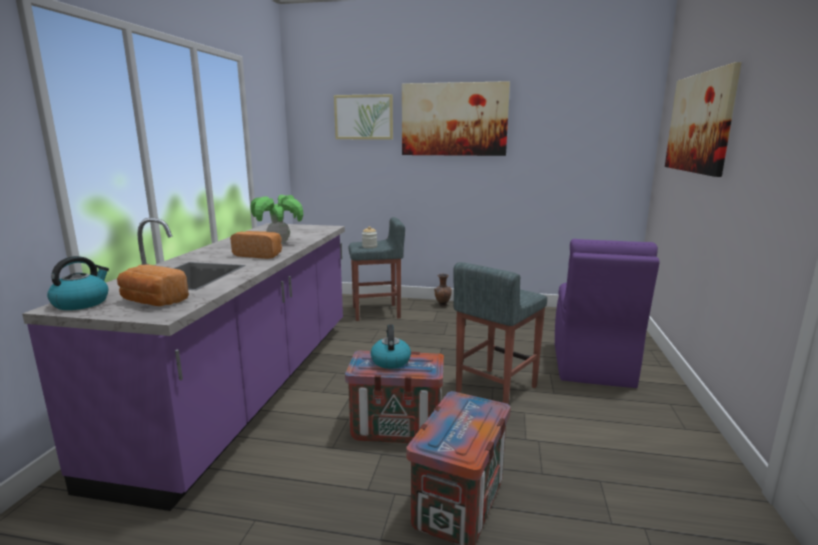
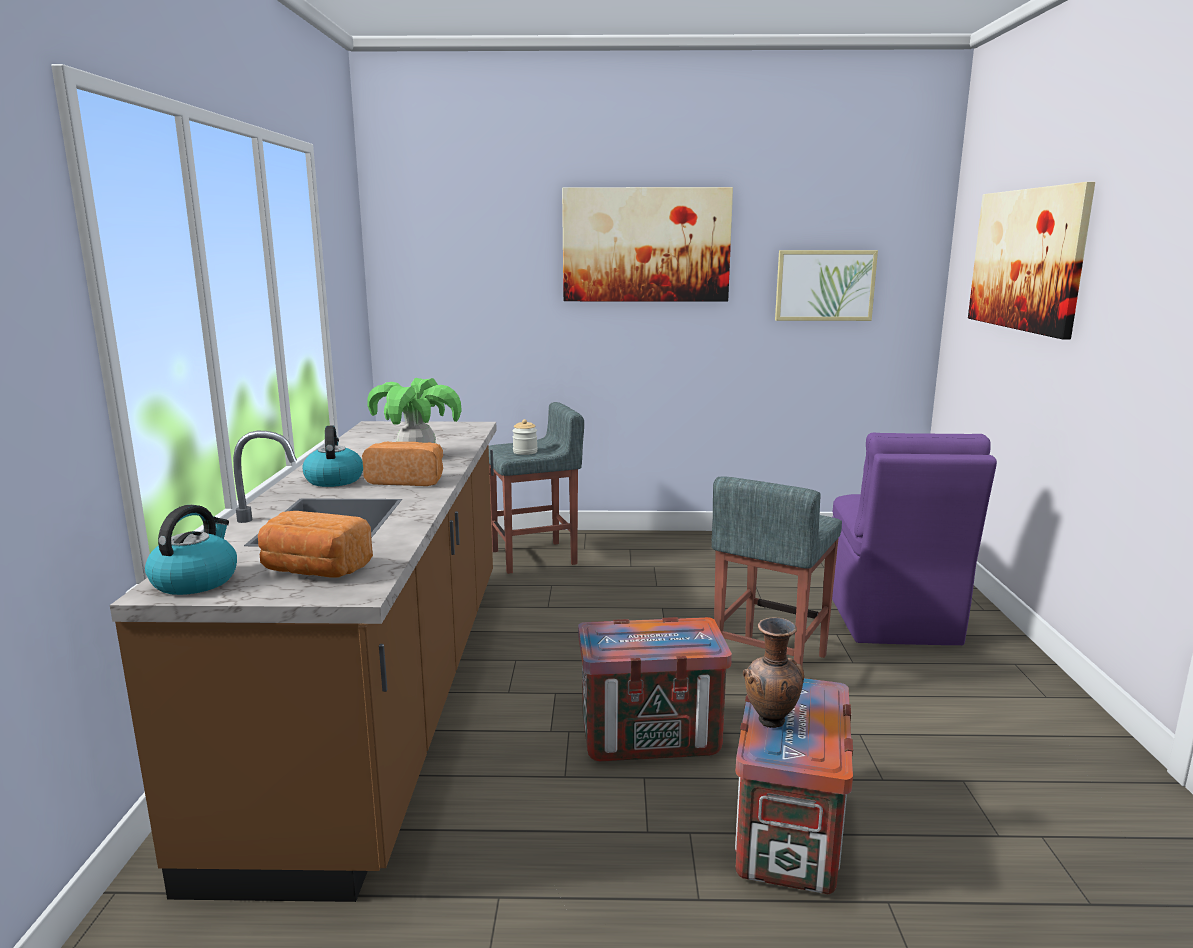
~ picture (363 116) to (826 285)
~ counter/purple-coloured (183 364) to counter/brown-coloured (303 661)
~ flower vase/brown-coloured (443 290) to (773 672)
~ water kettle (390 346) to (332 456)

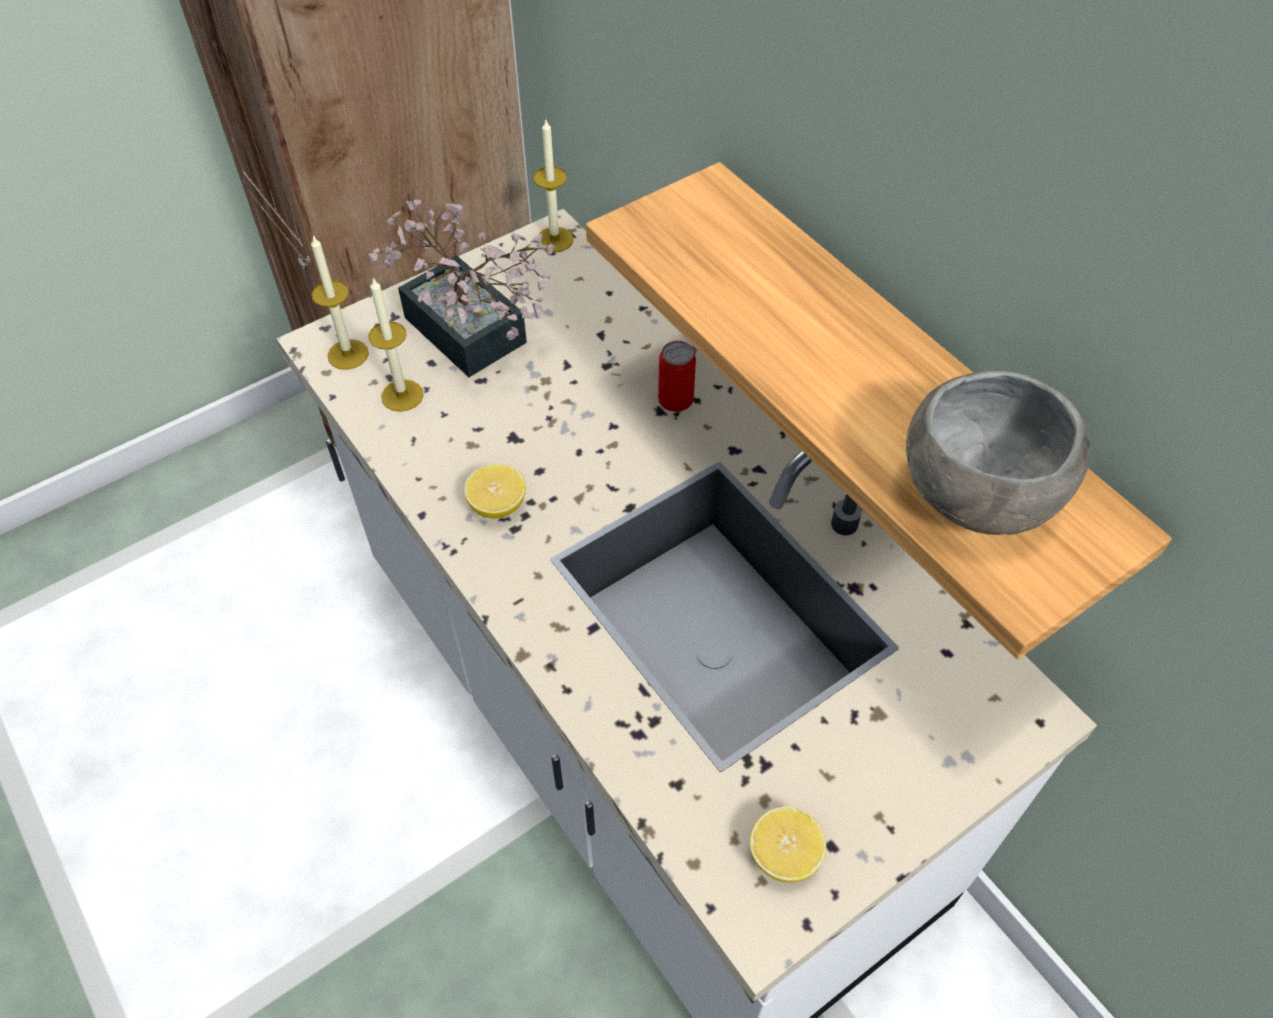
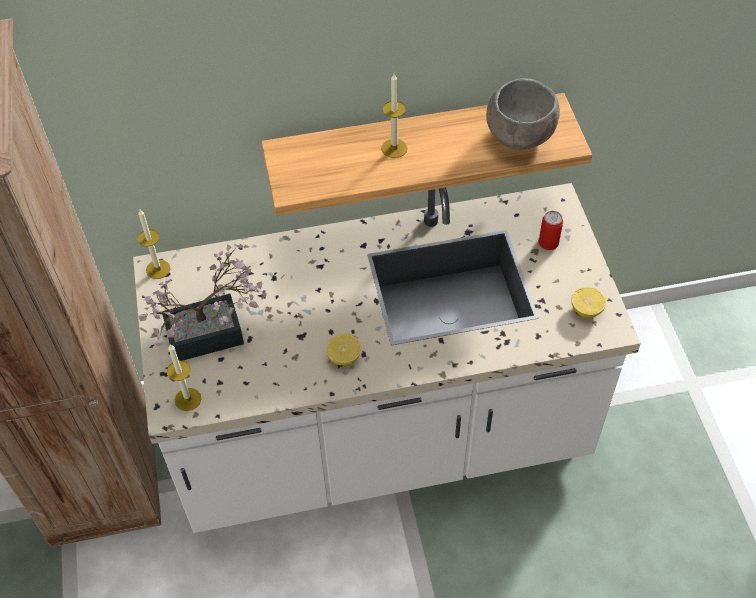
~ wax candle (396 345) to (394 116)
~ can (677 376) to (551 230)

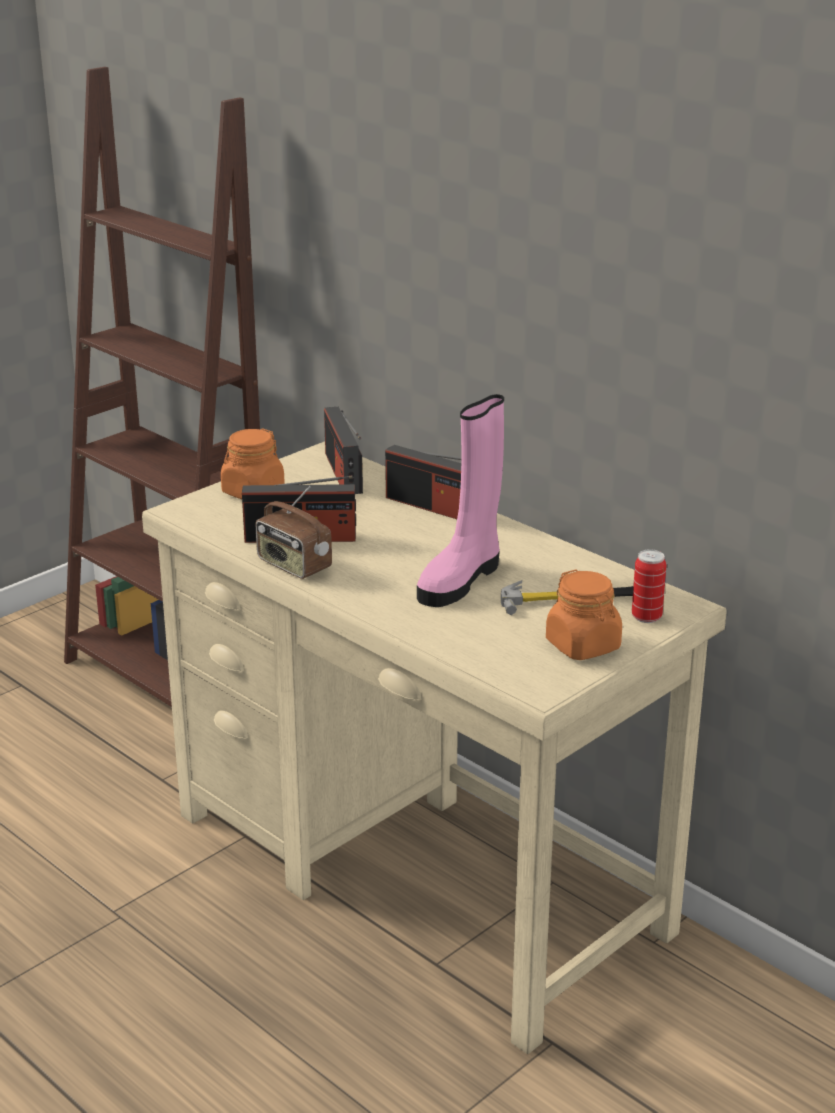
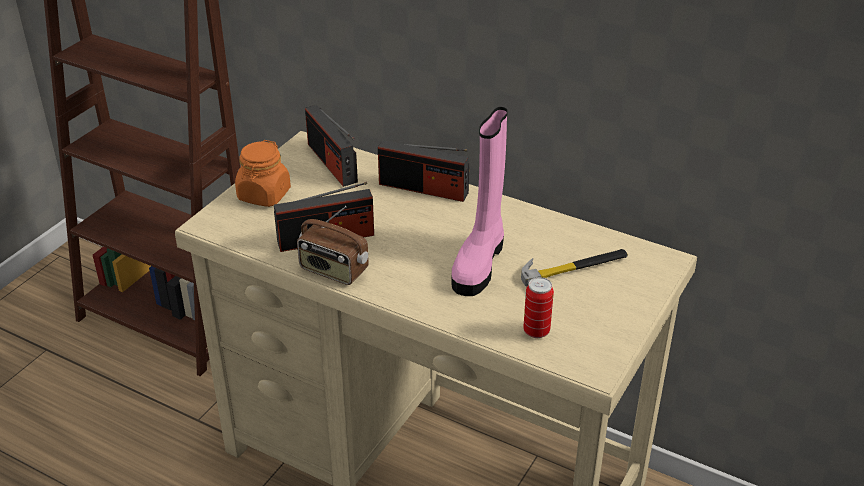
~ can (649 586) to (538 307)
- preserve jar/orangey (584 614)

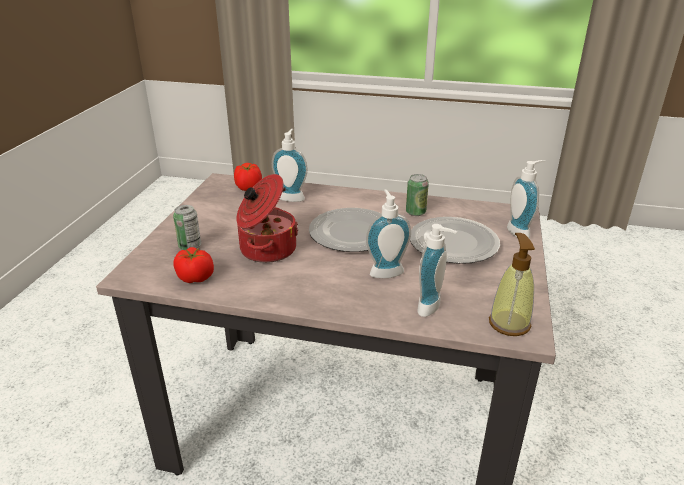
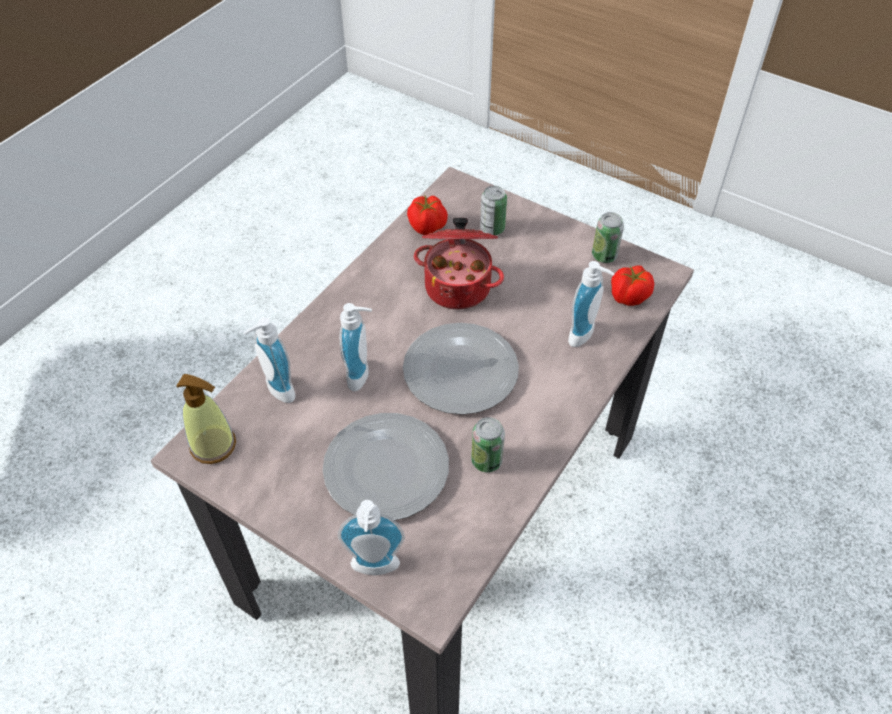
+ can (608 237)

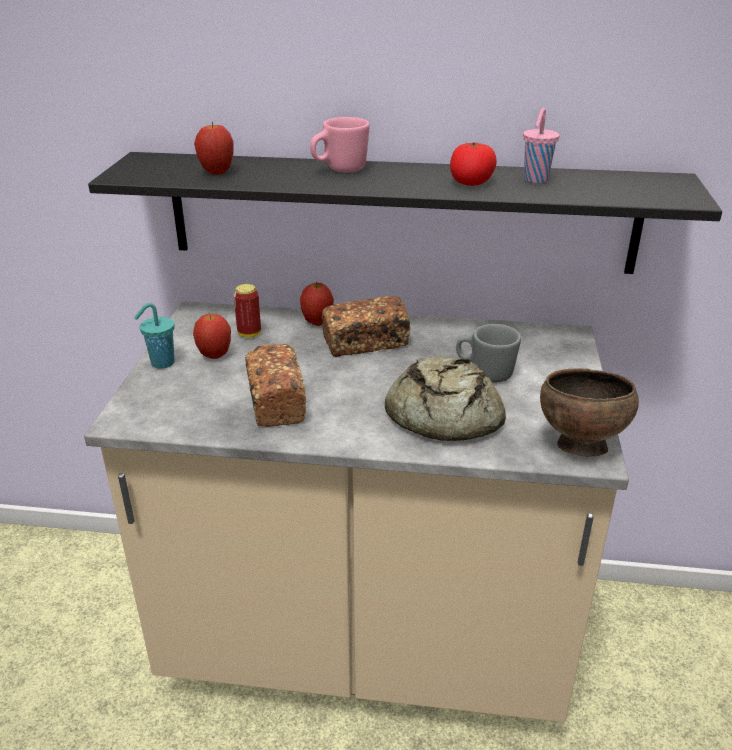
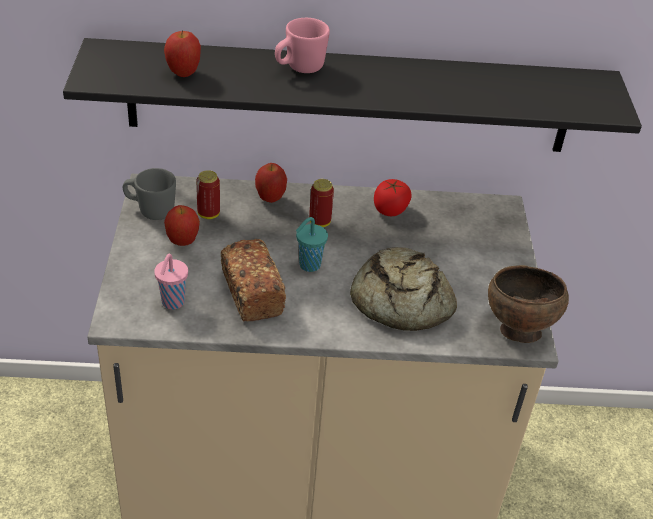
~ drinking cup/pinkish (541 145) to (171 281)
~ tomato (473 164) to (393 197)
~ bakery bread (366 326) to can (321 203)
~ drinking cup/turquoise (154 335) to (312 244)
~ mug/grey (488 353) to (149 194)

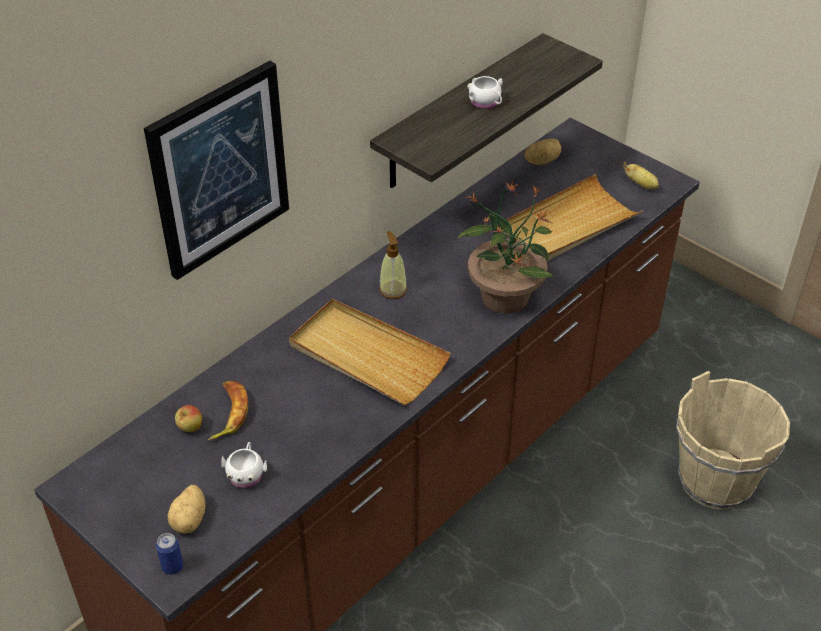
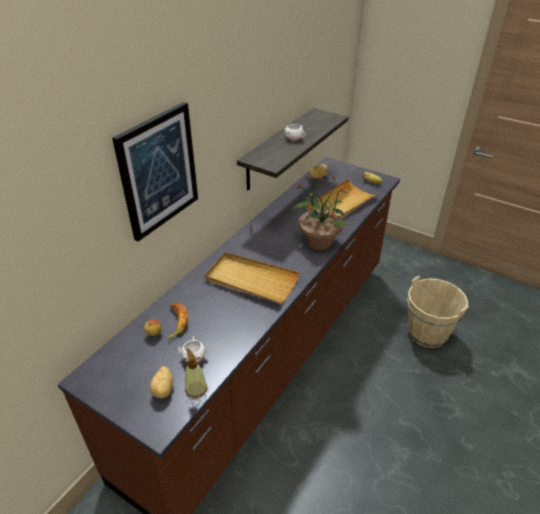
~ soap bottle (393 265) to (196 373)
- can (169 554)

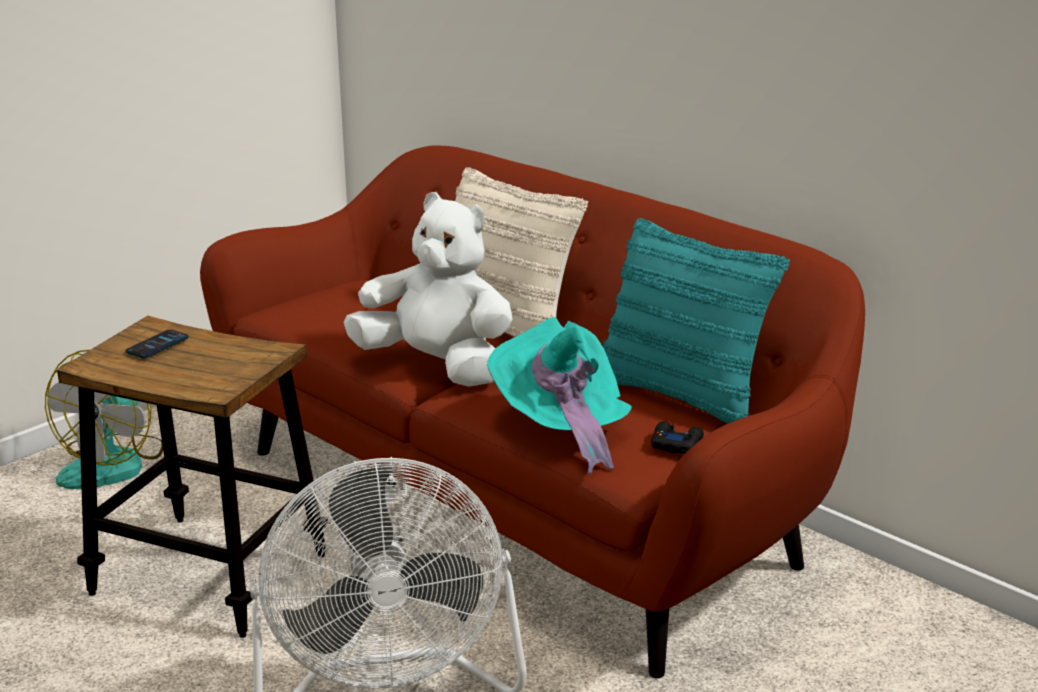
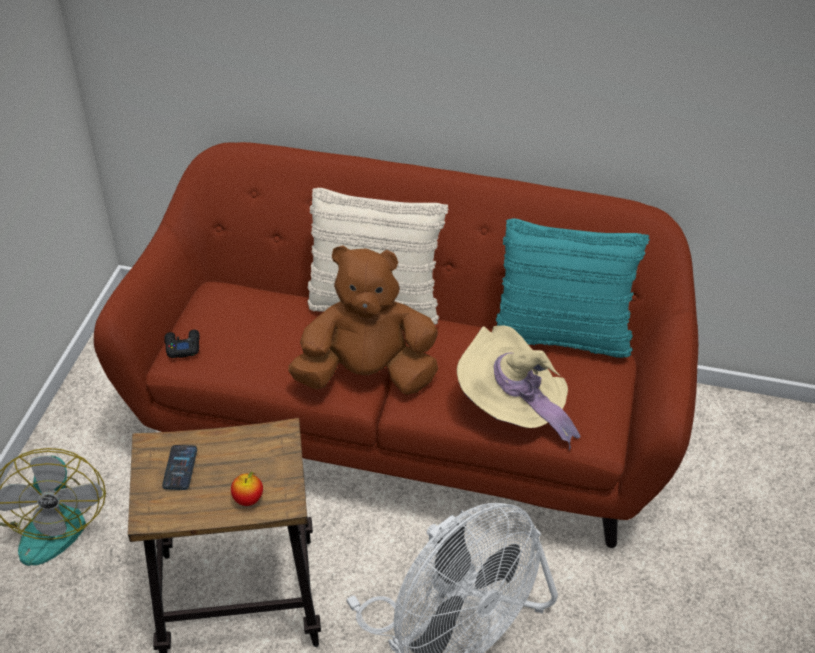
~ cuddly toy/whitish (428 289) to cuddly toy/brown-coloured (363 320)
~ clothing hat/turquoise (559 395) to clothing hat/beige-coloured (519 388)
~ gamepad/blackish (677 437) to (182 344)
+ apple fruit (247 488)

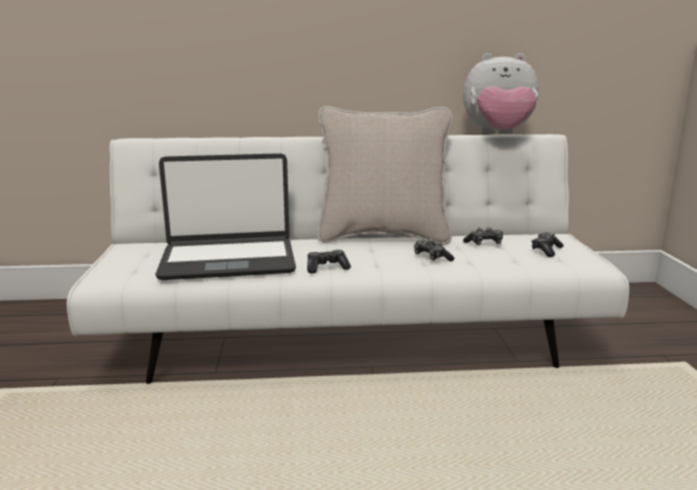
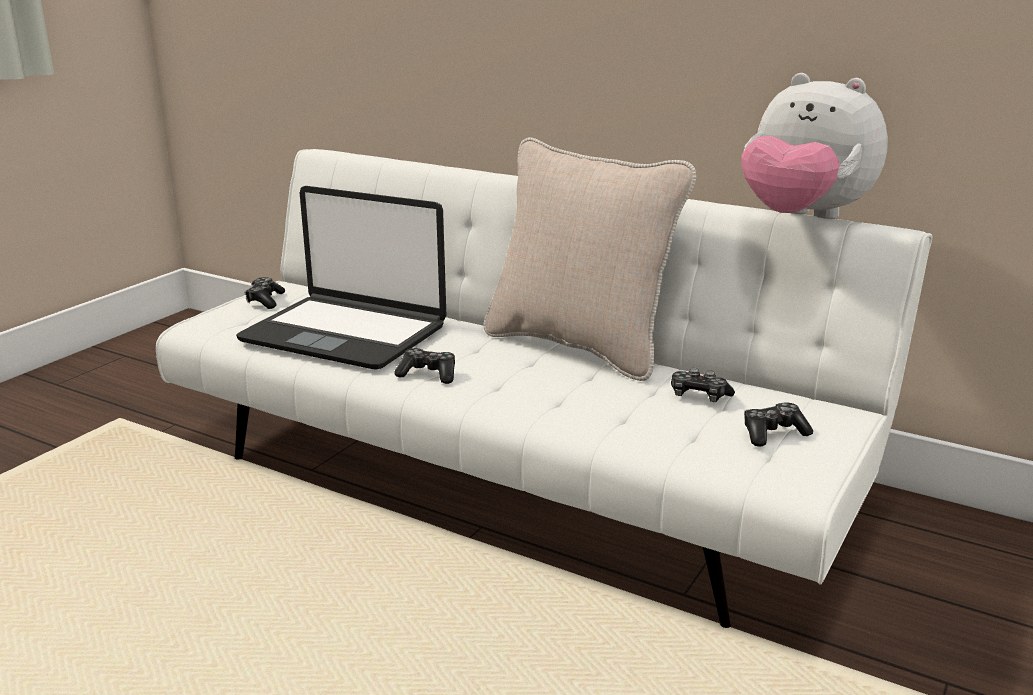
~ gamepad (434 250) to (264 293)

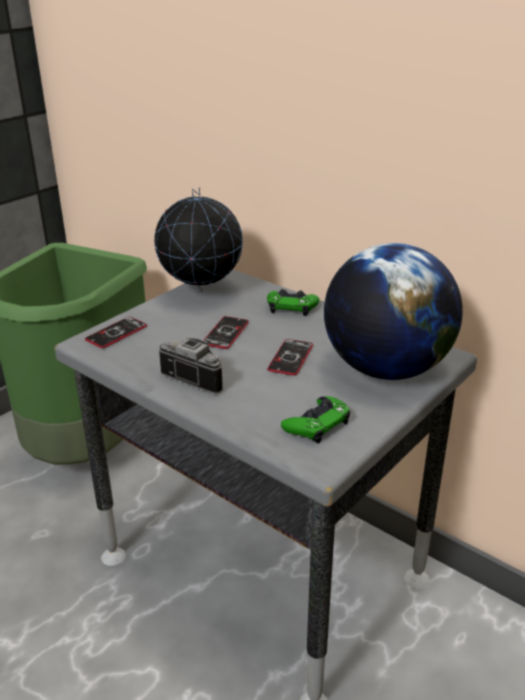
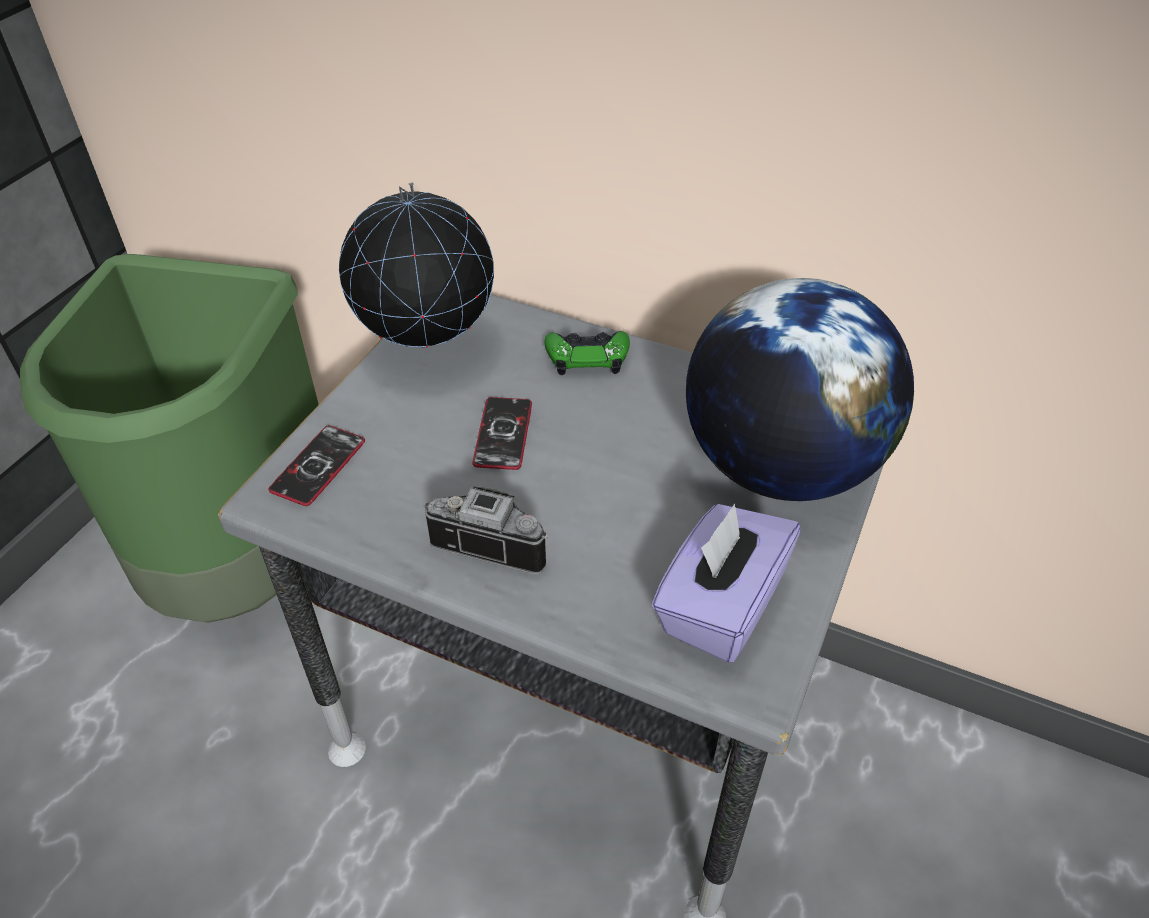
- handset (290 357)
~ gamepad/green-coloured (315 419) to tissue box/purple-coloured (726 583)

